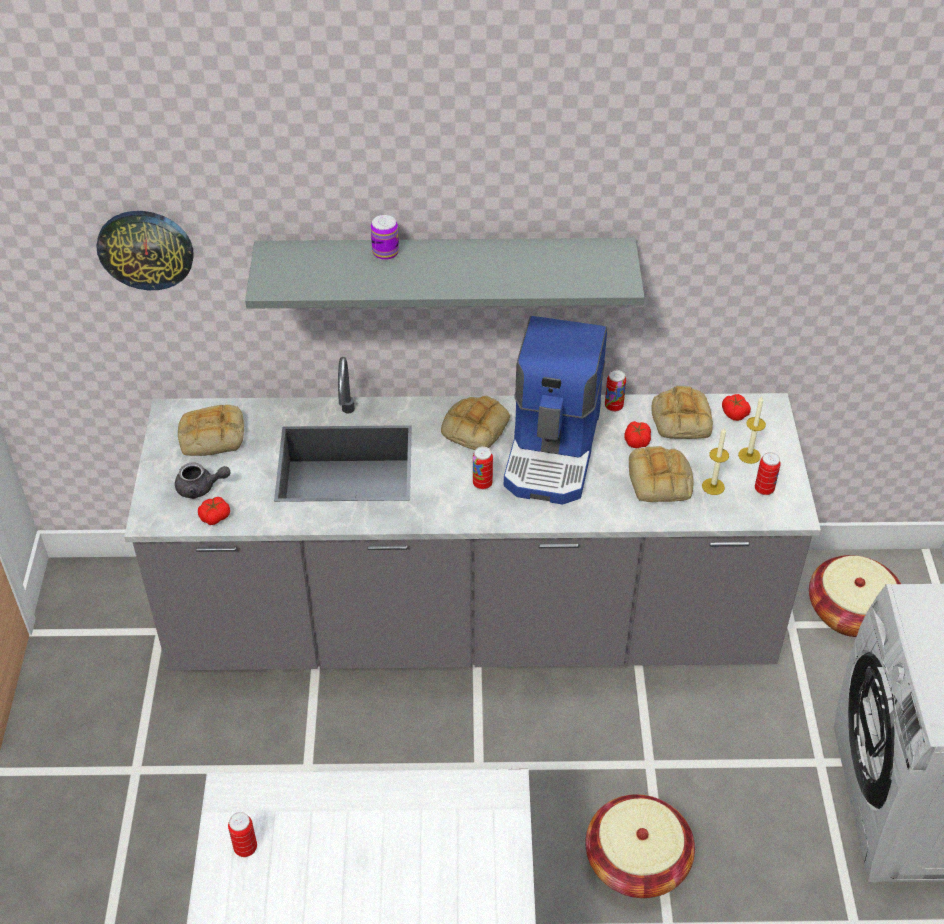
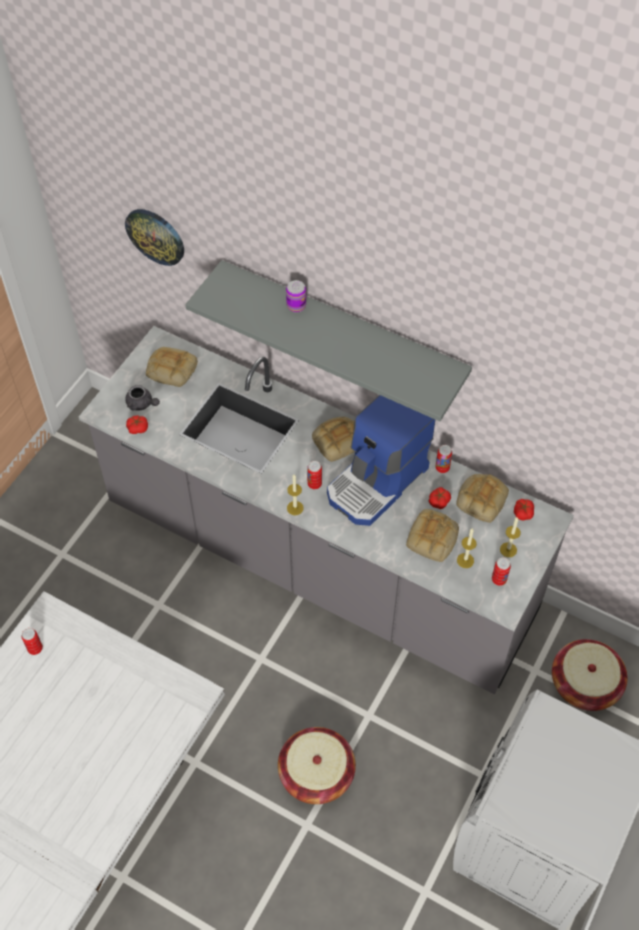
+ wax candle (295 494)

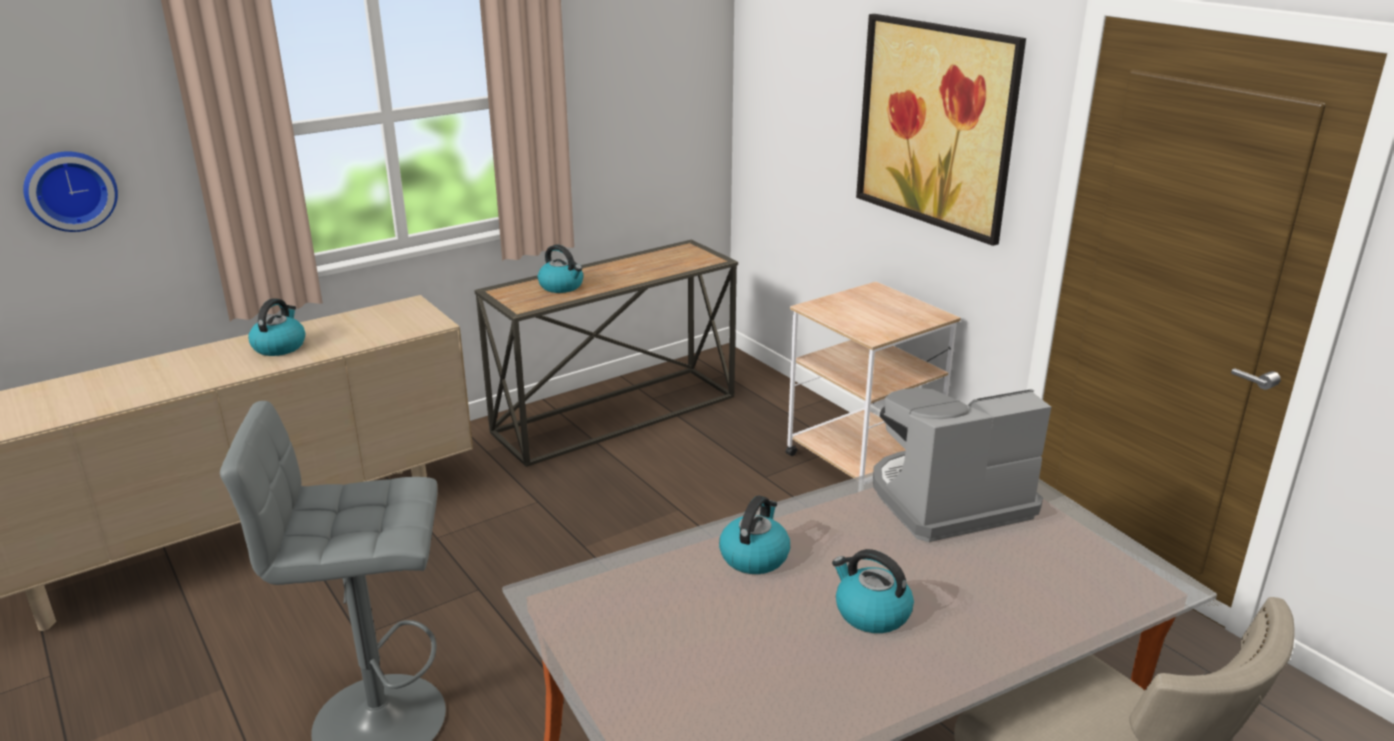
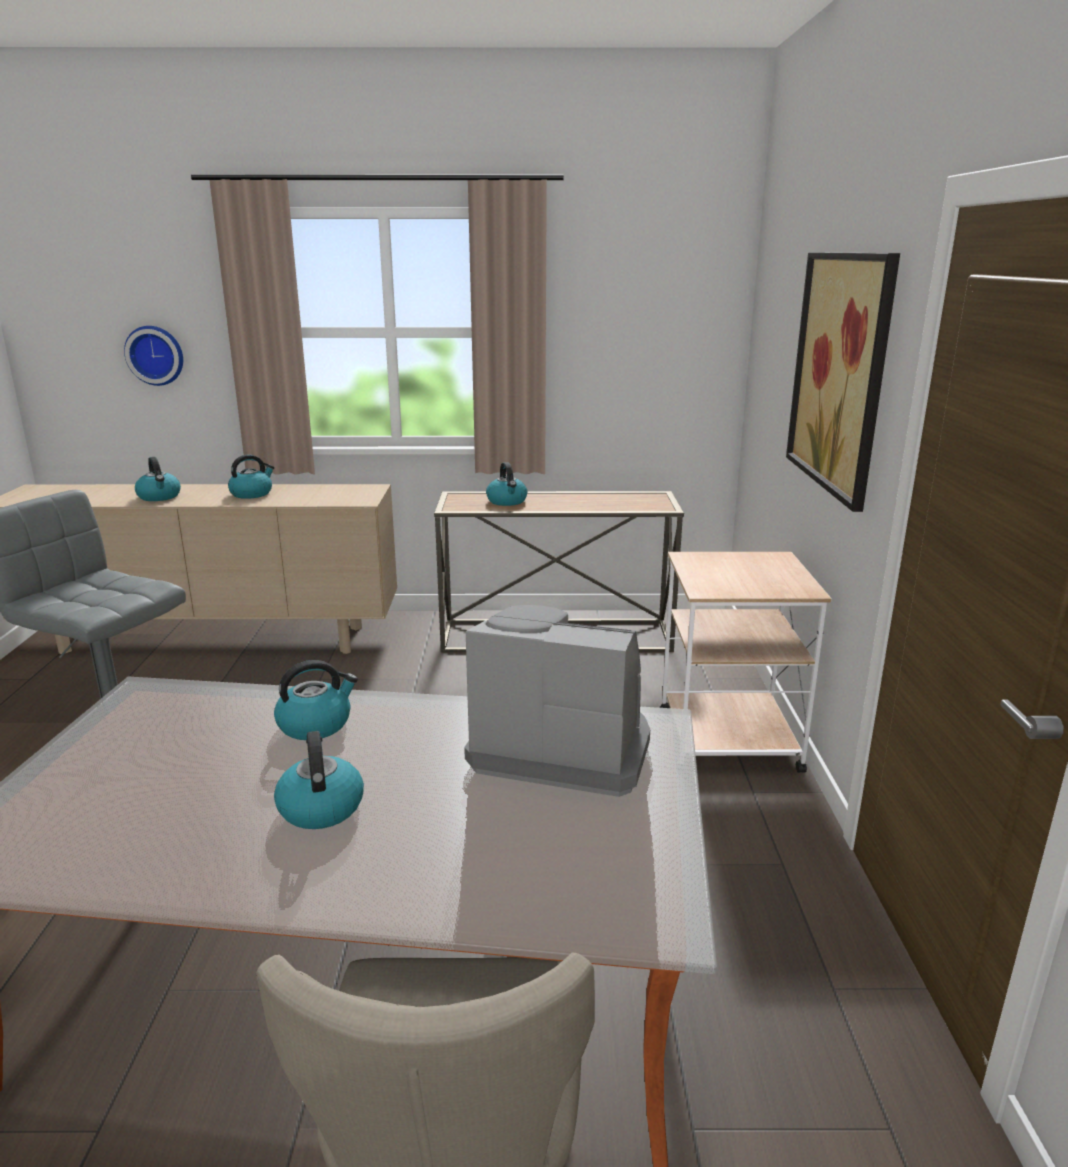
+ water kettle (158 479)

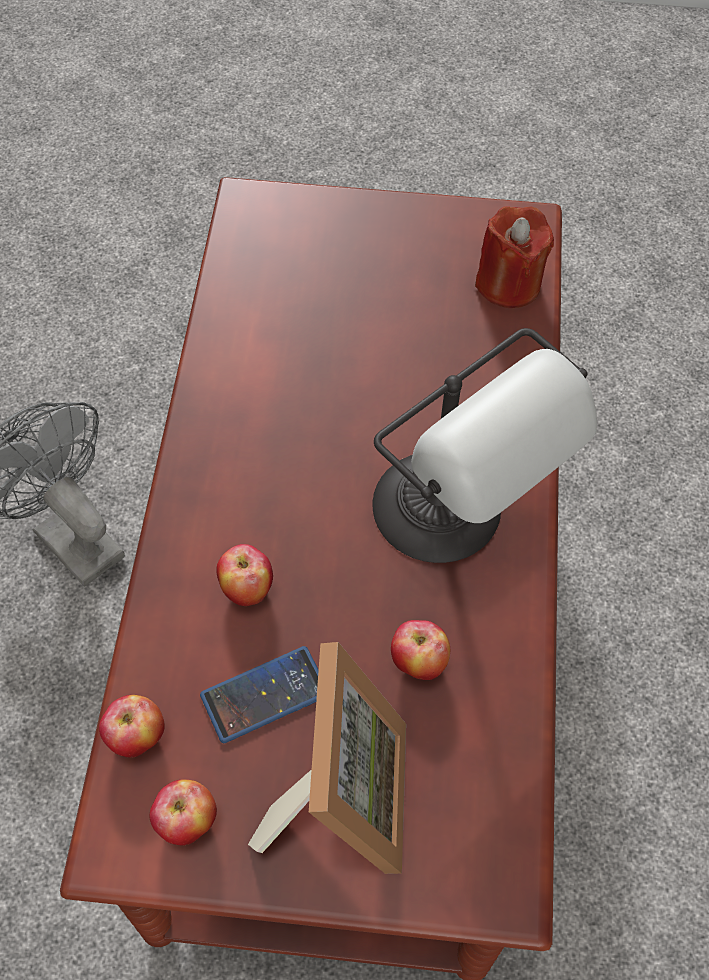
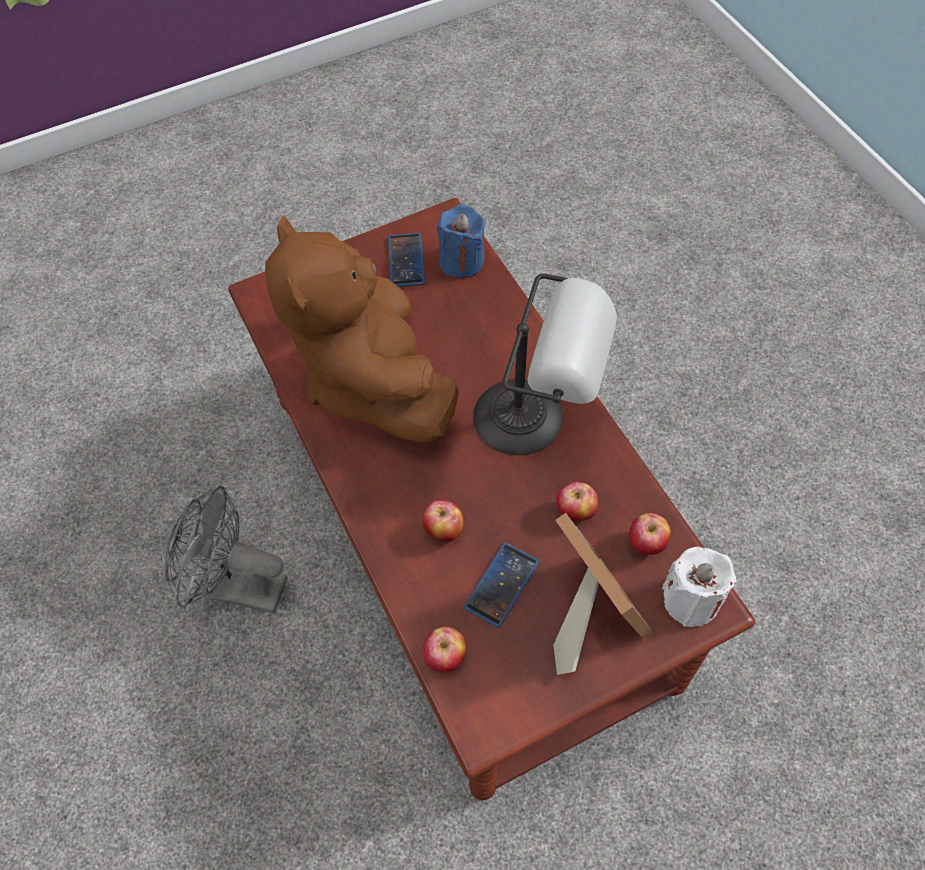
~ wax candle/reddish (514 257) to wax candle/blue-coloured (461 241)
~ apple fruit (183 812) to (650 534)
+ cuddly toy/brown-coloured (362 329)
+ handset (406 260)
+ wax candle/whitish (699 587)

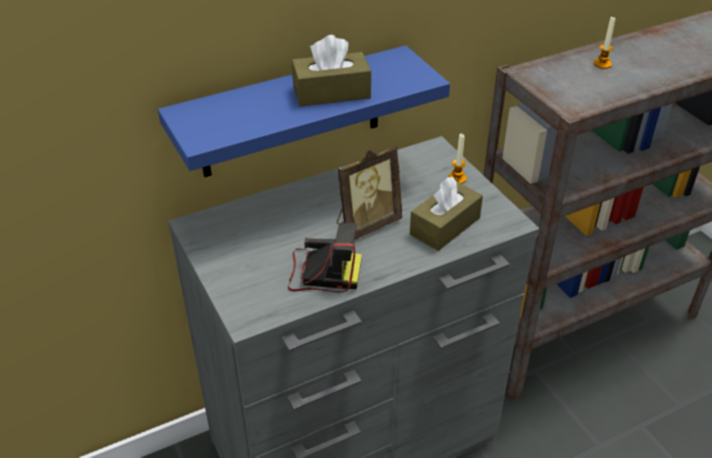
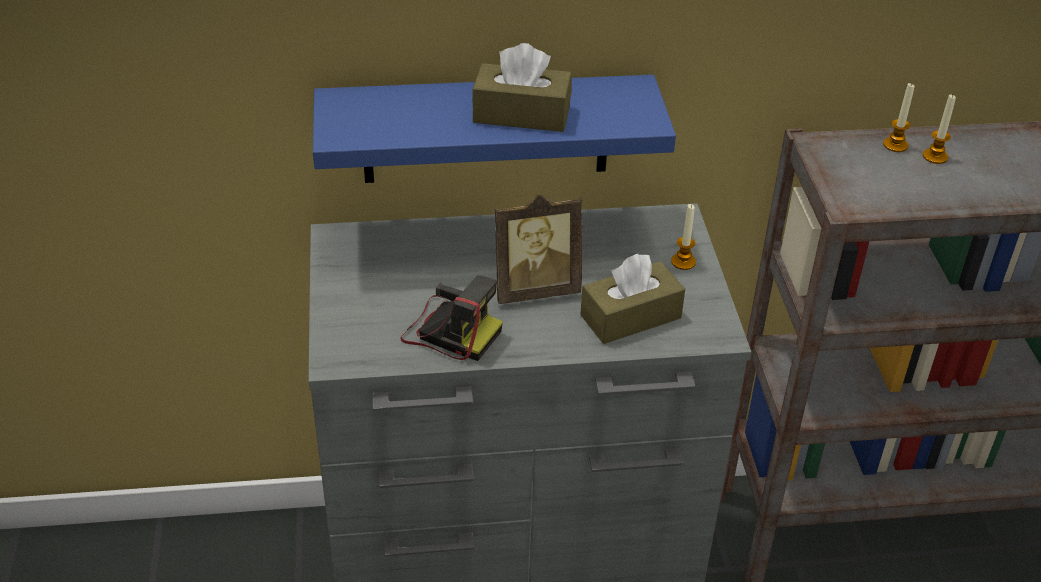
+ wax candle (898 117)

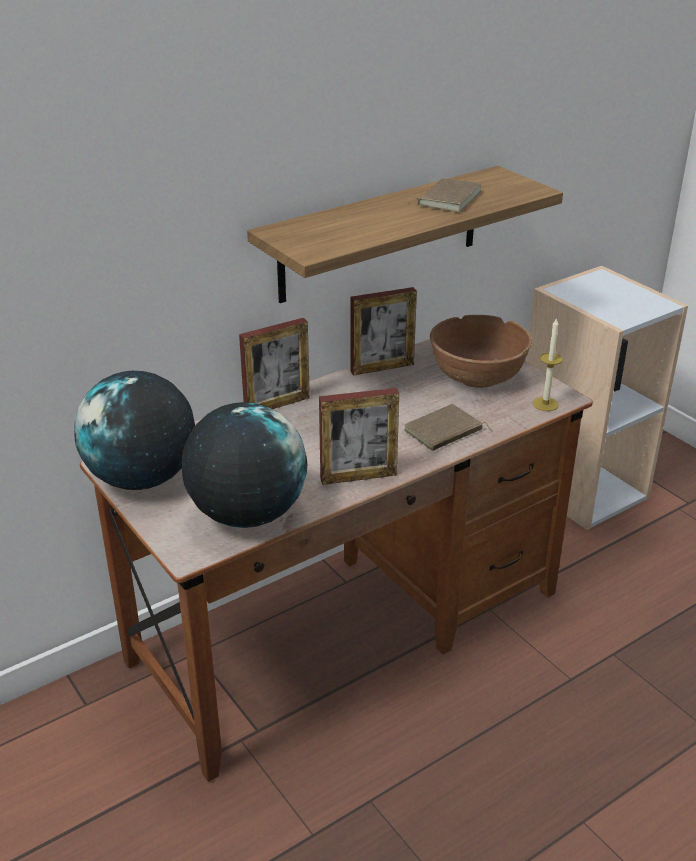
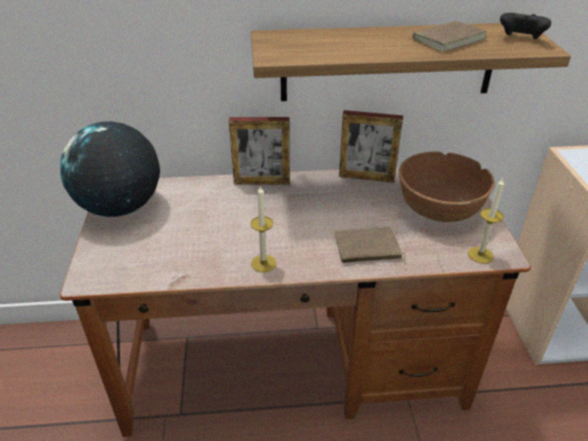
~ photo frame (359 436) to wax candle (263 229)
- globe (244 465)
+ gamepad/blackish (525 26)

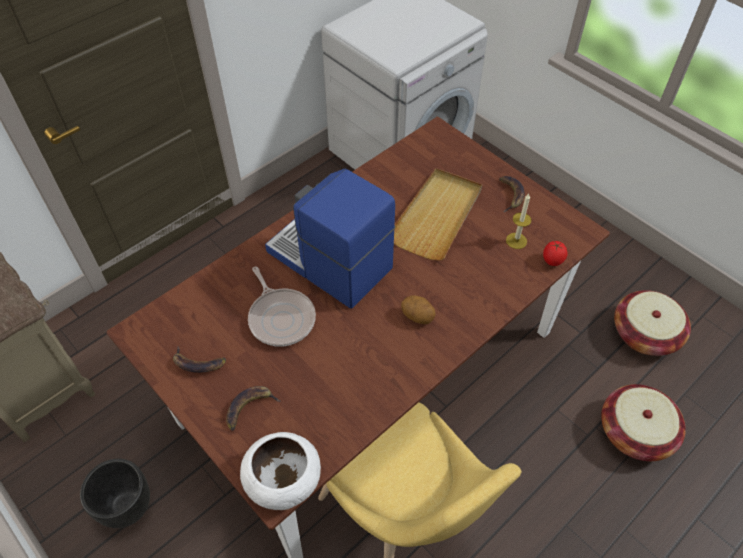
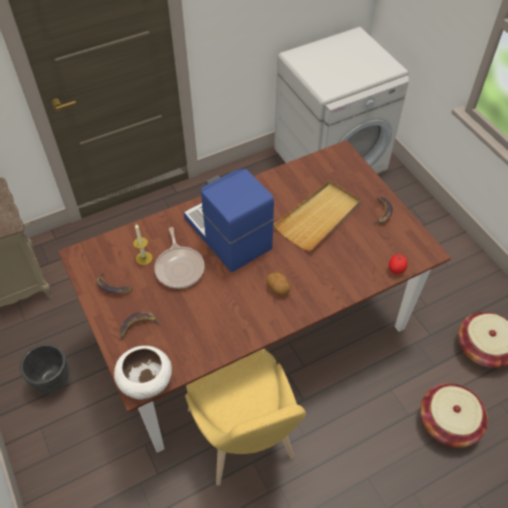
~ wax candle (518 221) to (143 244)

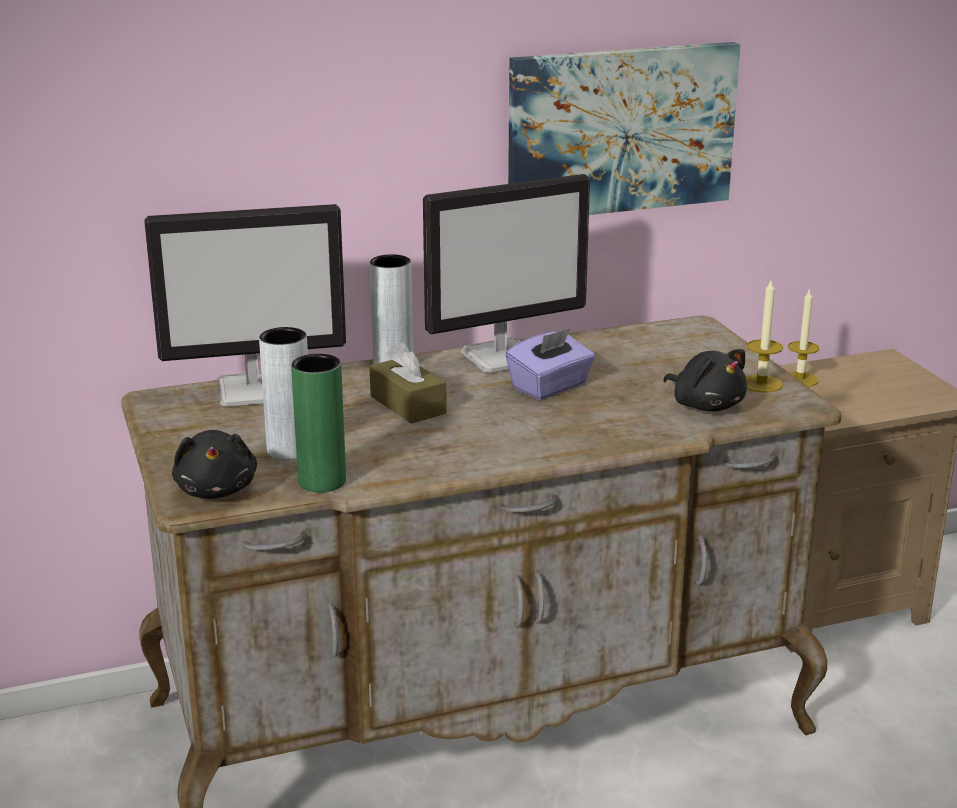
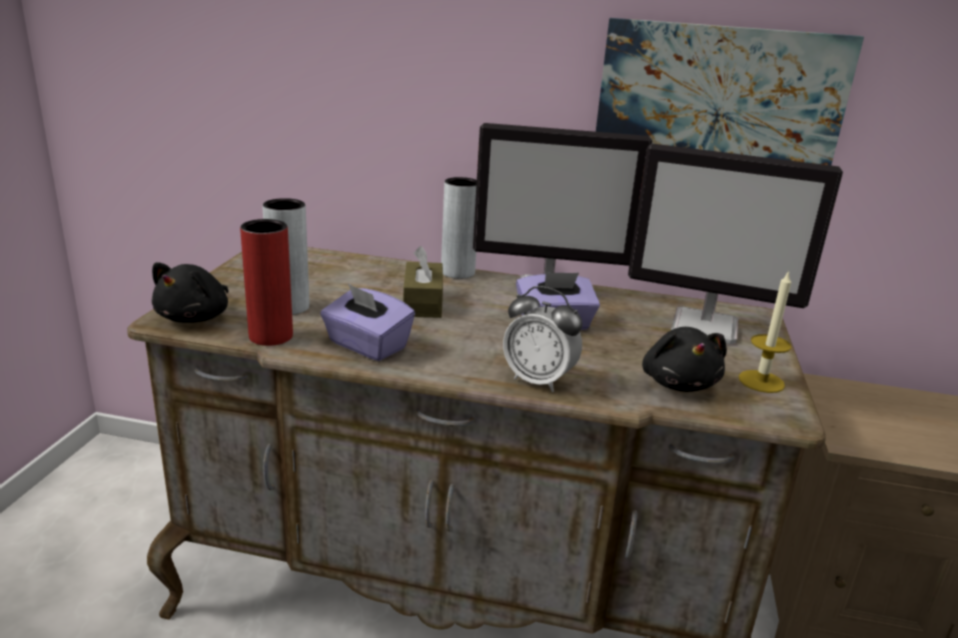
~ computer display (245 305) to (735 244)
- wax candle (803 337)
~ flower vase/green-coloured (318 423) to flower vase/reddish (266 282)
+ tissue box/purple-coloured (367 322)
+ bedside clock (542 339)

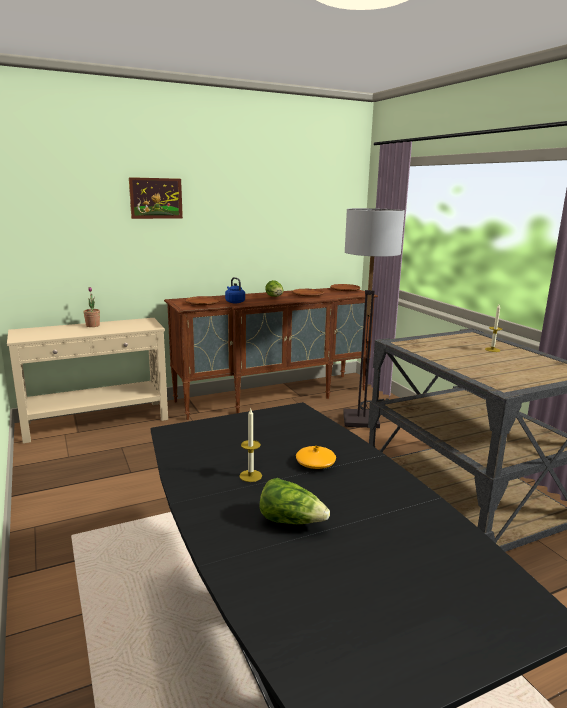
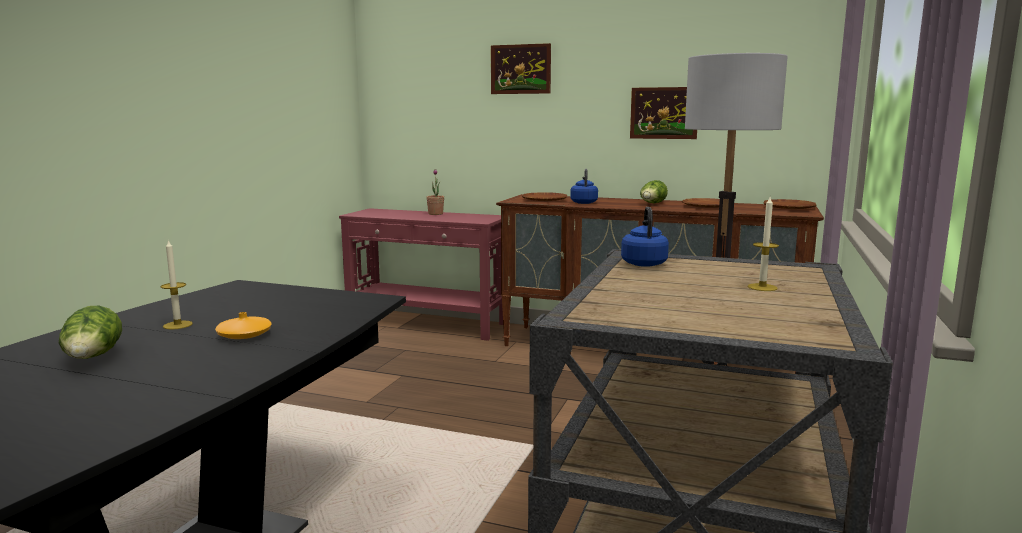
~ console table/beige-coloured (87 380) to console table/reddish (421 274)
+ picture (663 113)
+ water kettle/blue-coloured (645 237)

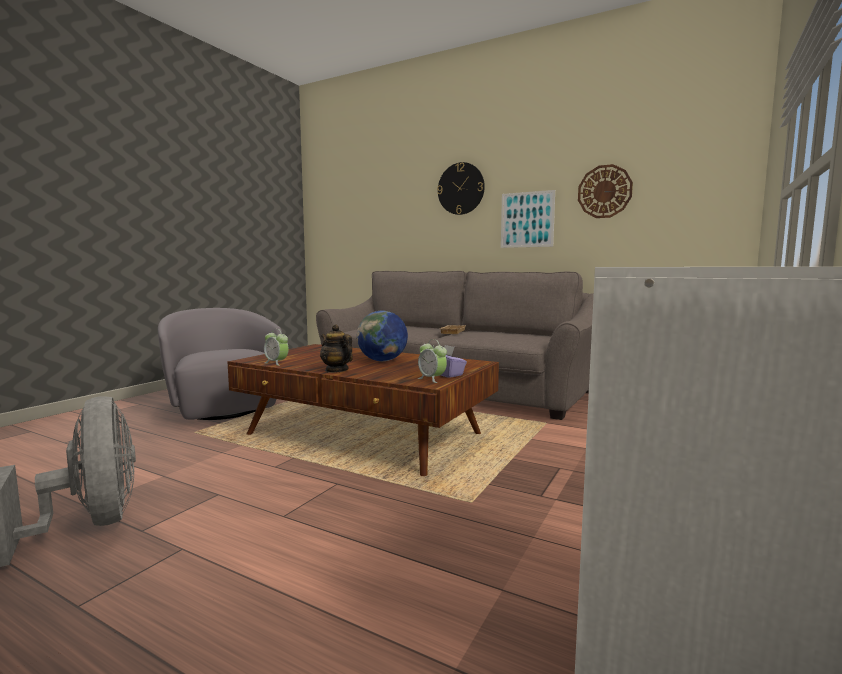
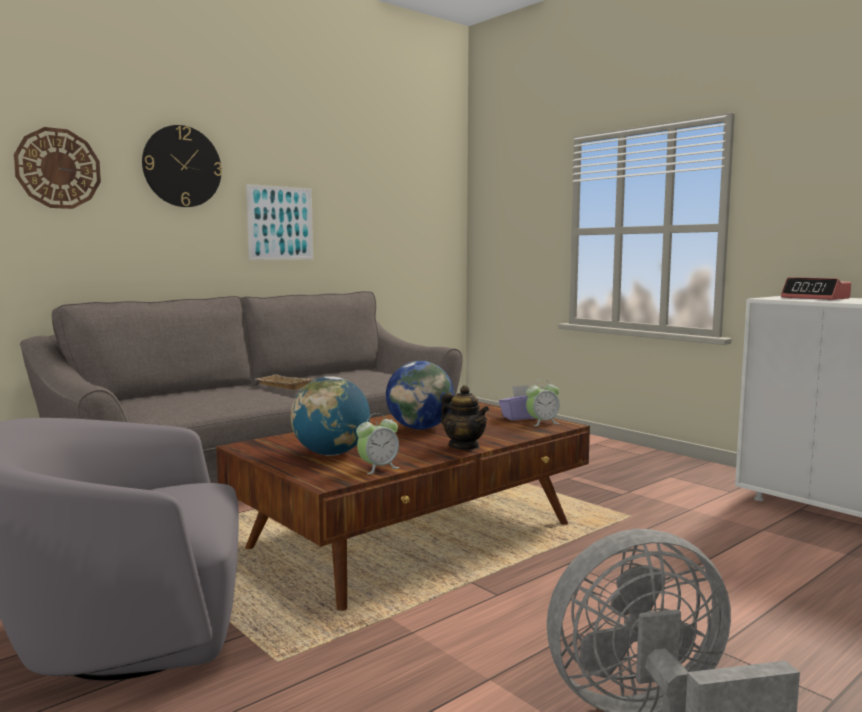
~ wall clock (605 191) to (57 168)
~ pot for tea (336 348) = (465 417) 105 degrees counterclockwise
+ bedside clock (816 288)
+ globe (330 416)

